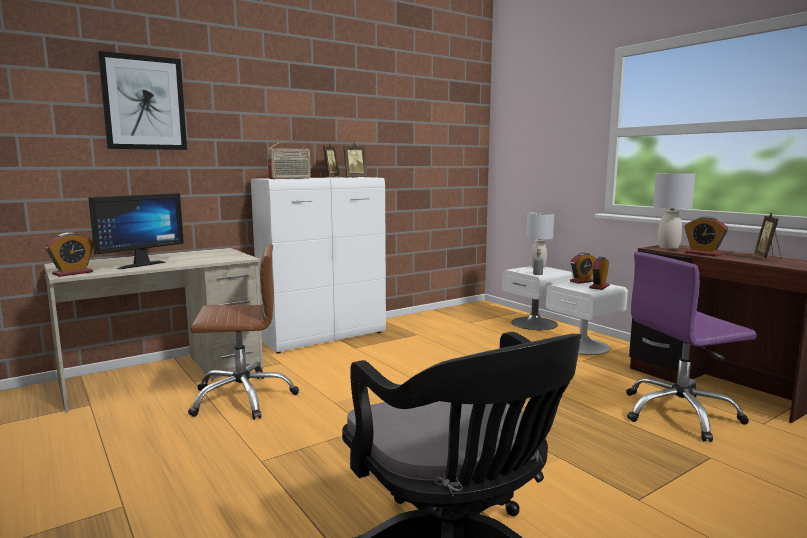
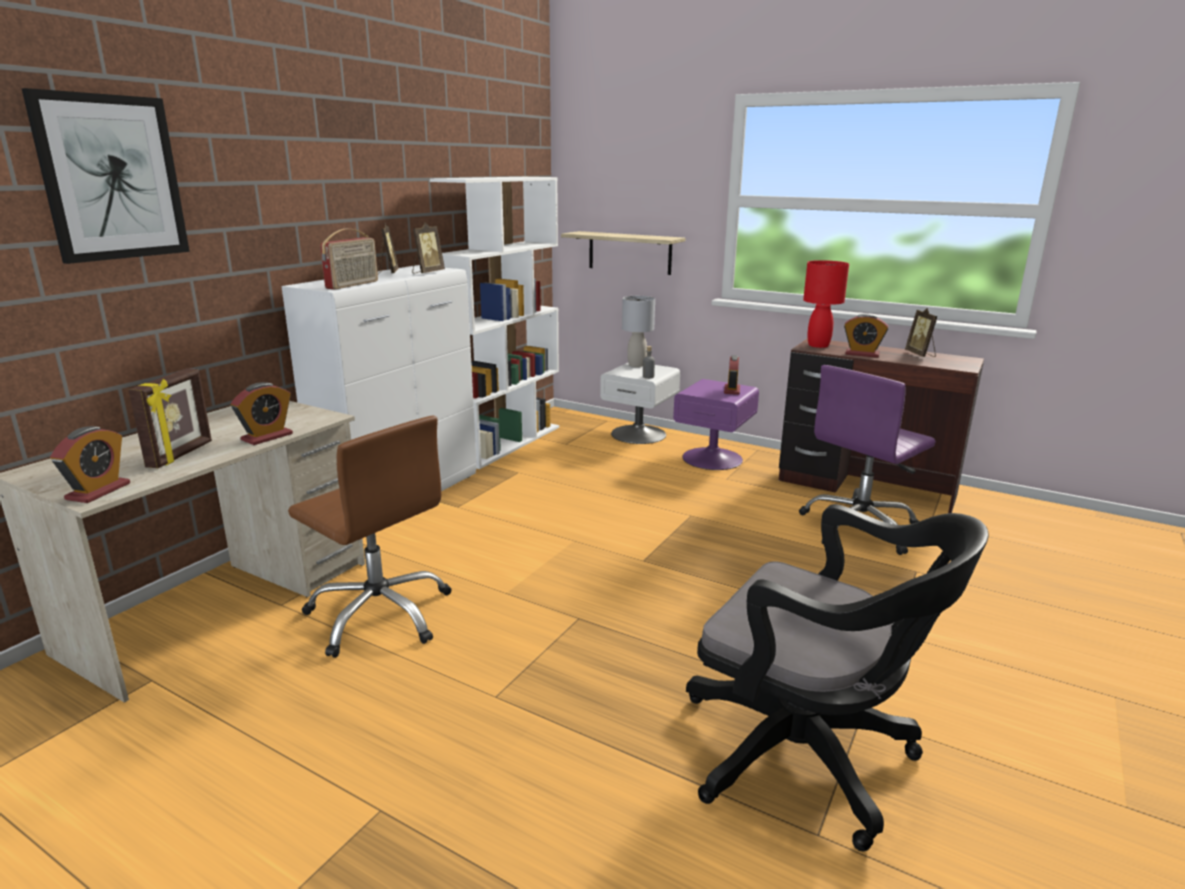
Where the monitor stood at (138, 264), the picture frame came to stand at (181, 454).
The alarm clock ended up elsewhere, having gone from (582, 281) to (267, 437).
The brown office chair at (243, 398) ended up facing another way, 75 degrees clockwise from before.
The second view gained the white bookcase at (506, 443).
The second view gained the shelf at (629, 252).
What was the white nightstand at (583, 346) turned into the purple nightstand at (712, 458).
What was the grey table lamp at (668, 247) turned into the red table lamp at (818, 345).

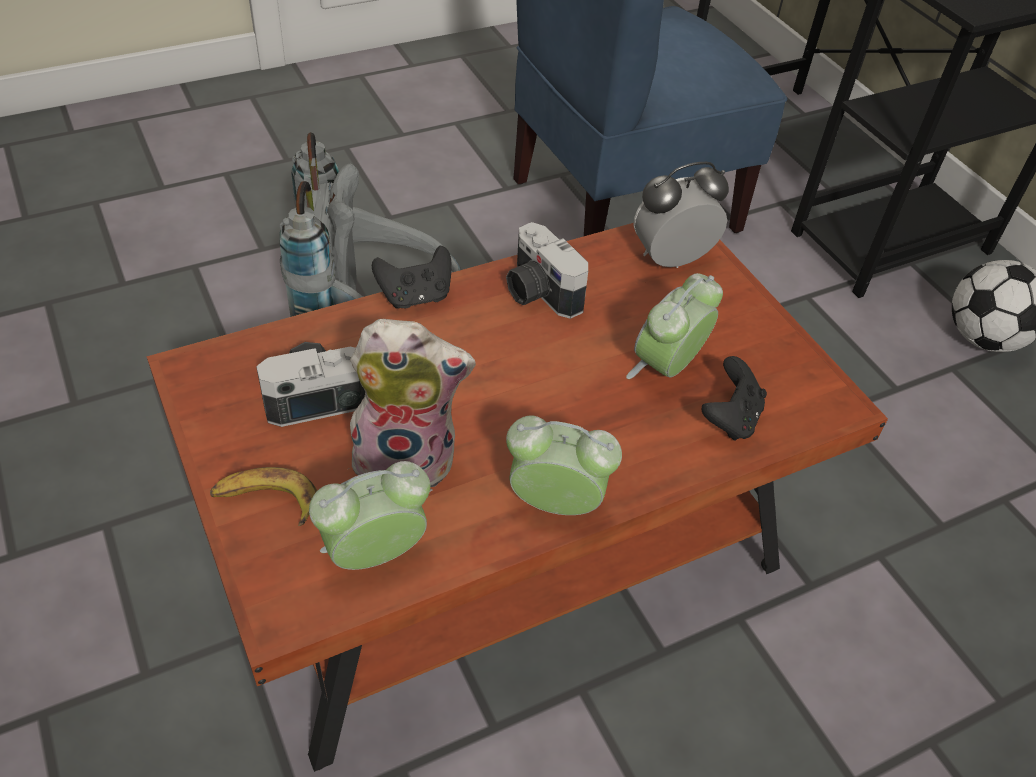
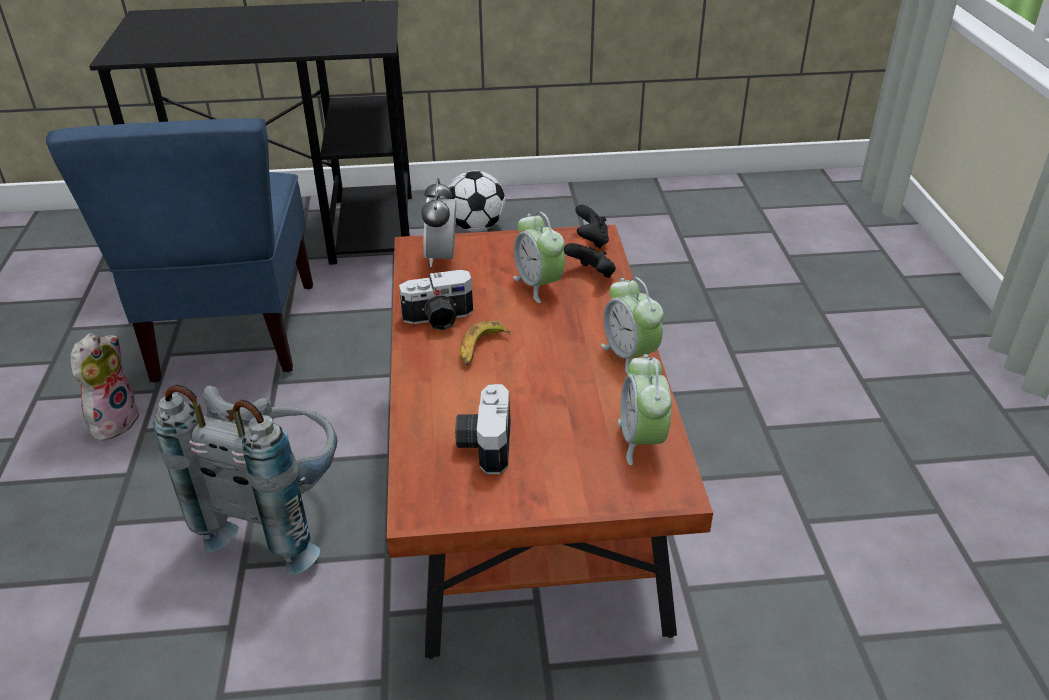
The plush toy ended up elsewhere, having gone from (407, 459) to (114, 421).
The banana ended up elsewhere, having gone from (266, 501) to (481, 348).
The black game controller ended up elsewhere, having gone from (415, 296) to (591, 240).
The alarm clock at (555, 504) ended up facing another way, 60 degrees counterclockwise from before.

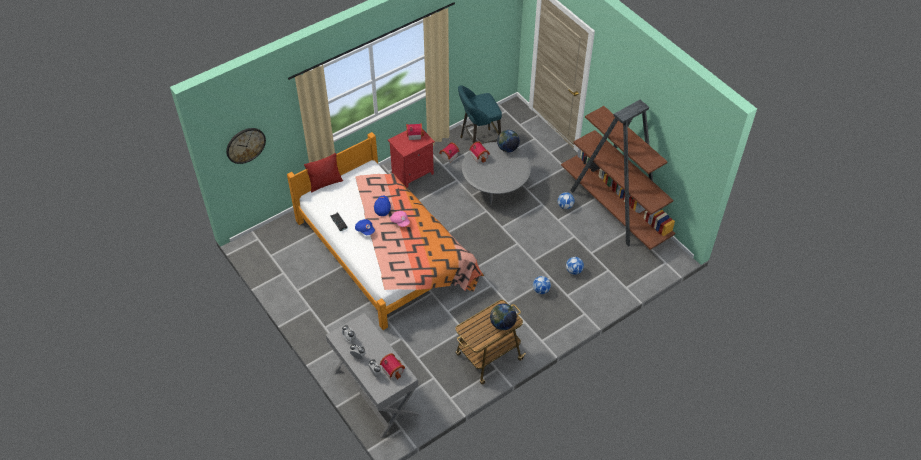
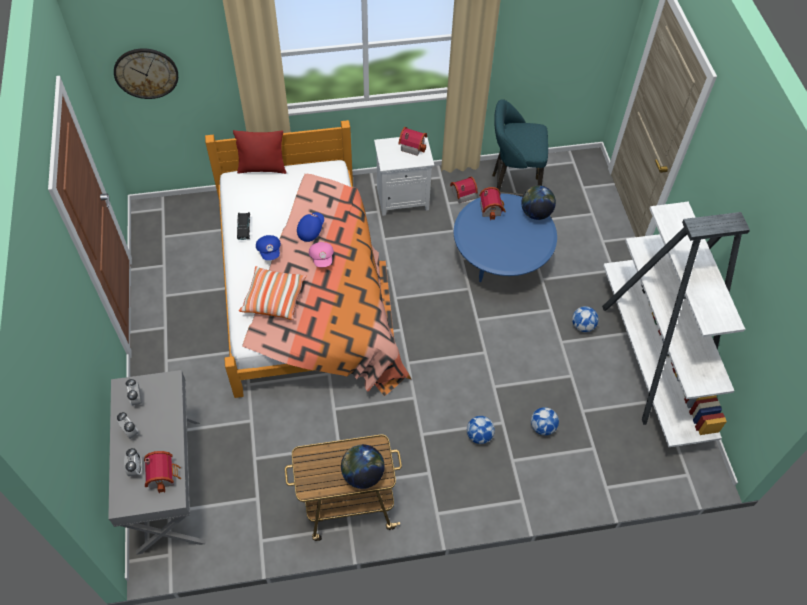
The second view gained the pillow at (274, 298).
What was the red nightstand at (412, 172) turned into the white nightstand at (403, 198).
What was the grey coffee table at (495, 186) turned into the blue coffee table at (500, 259).
What was the brown bookcase at (614, 210) turned into the white bookcase at (652, 361).

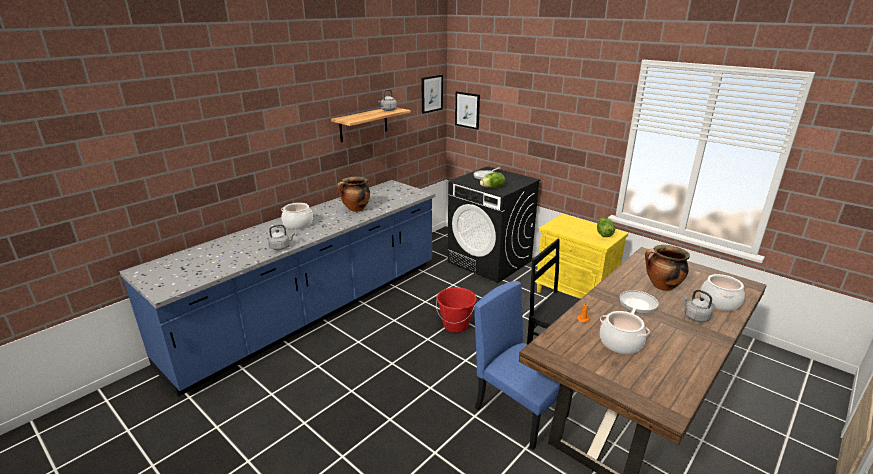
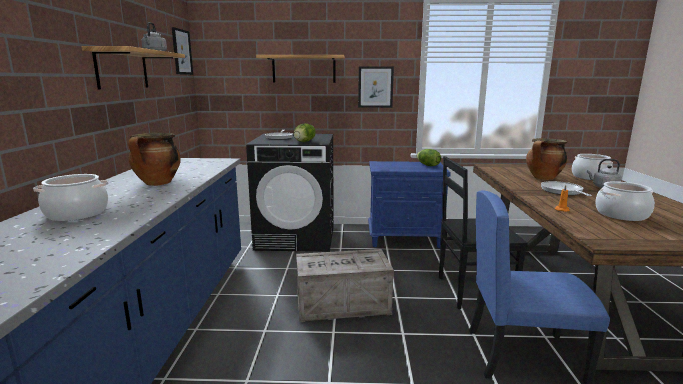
The second view gained the shelf at (304, 69).
Where the red bucket stood at (456, 325), the crate came to stand at (344, 304).
The picture ended up elsewhere, having gone from (467, 110) to (375, 87).
What was the yellow nightstand at (575, 295) turned into the blue nightstand at (405, 239).
The second view lost the grey kettle at (281, 247).

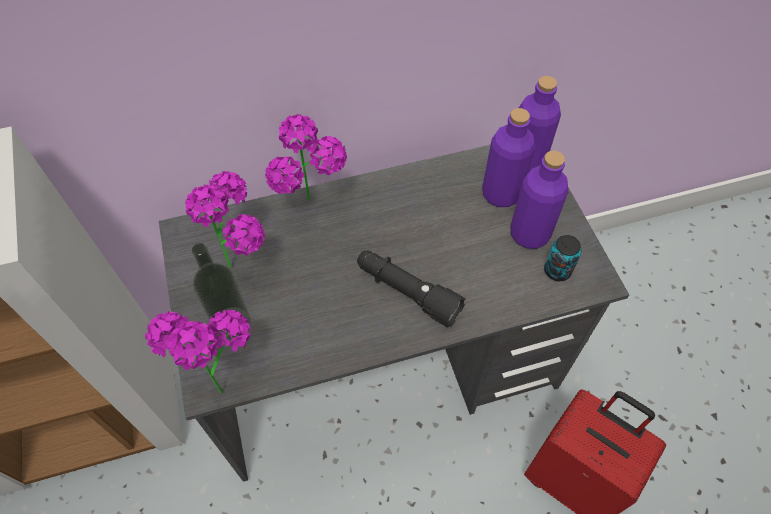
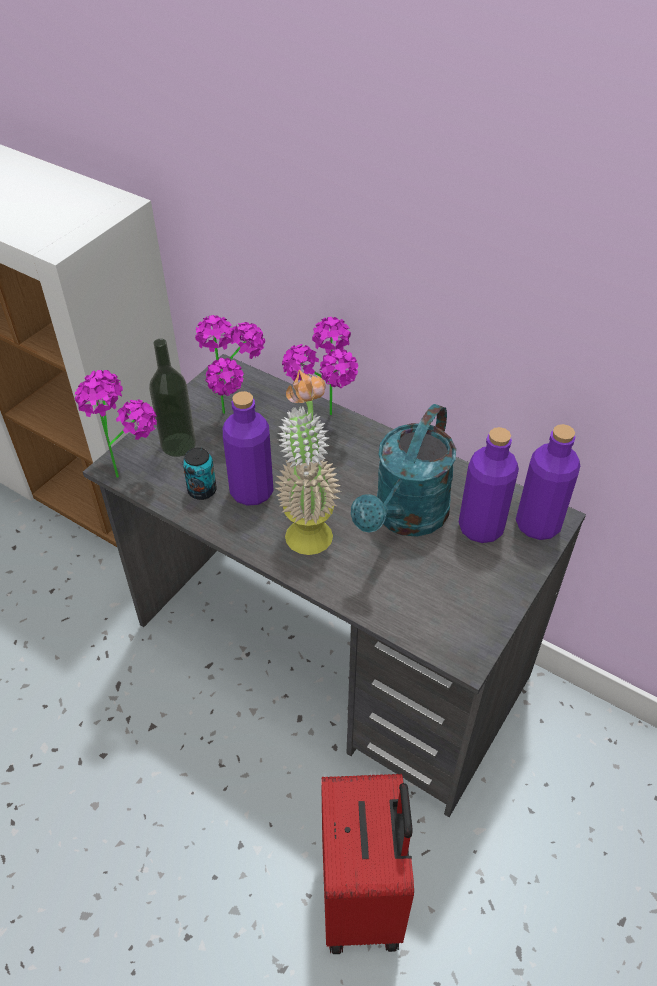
The can ended up elsewhere, having gone from (557, 270) to (202, 490).
The purple bottle ended up elsewhere, having gone from (529, 234) to (251, 491).
Where the black flashlight stood at (407, 292), the potted plant came to stand at (308, 526).
The second view gained the turquoise watering can at (405, 518).

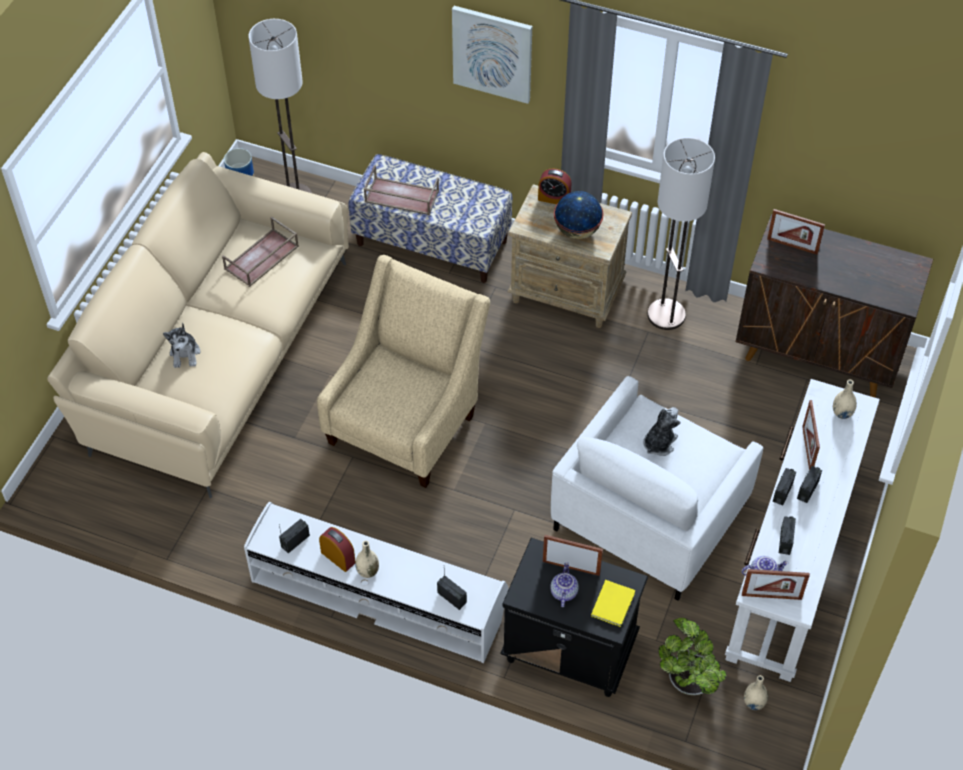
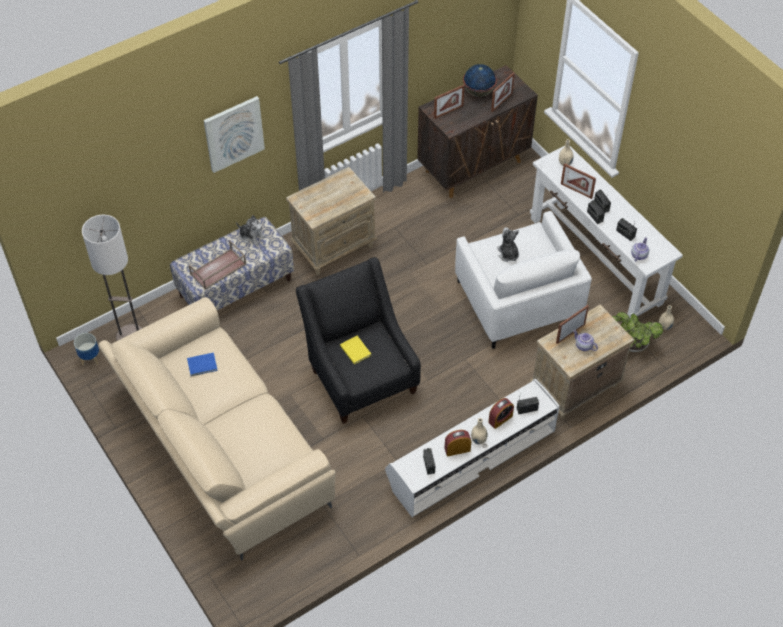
Where the brown tray stood at (261, 258), the blue book came to stand at (203, 365).
The plush toy ended up elsewhere, having gone from (185, 354) to (251, 236).
What was the beige armchair at (407, 421) turned into the black armchair at (360, 375).
The yellow book ended up elsewhere, having gone from (614, 603) to (355, 350).
The globe ended up elsewhere, having gone from (577, 231) to (479, 92).
The alarm clock ended up elsewhere, having gone from (554, 198) to (500, 419).
The picture frame ended up elsewhere, having gone from (771, 596) to (501, 102).
What was the black nightstand at (568, 650) turned into the beige nightstand at (575, 387).
The second view lost the floor lamp at (666, 315).

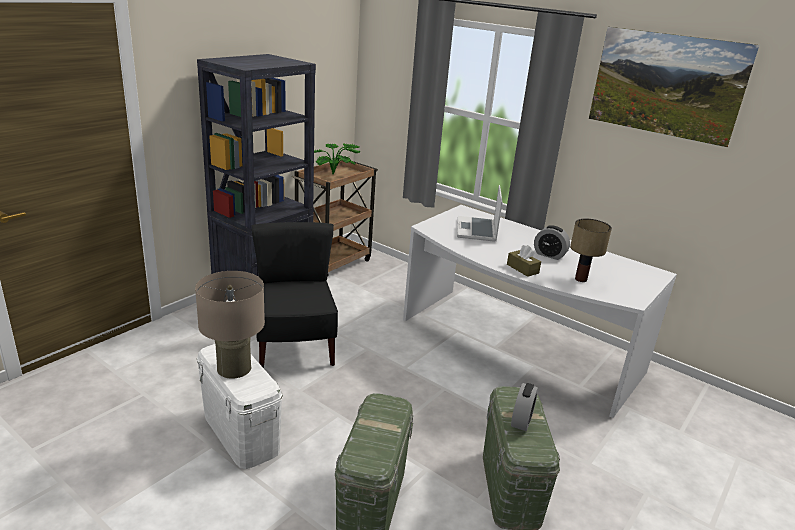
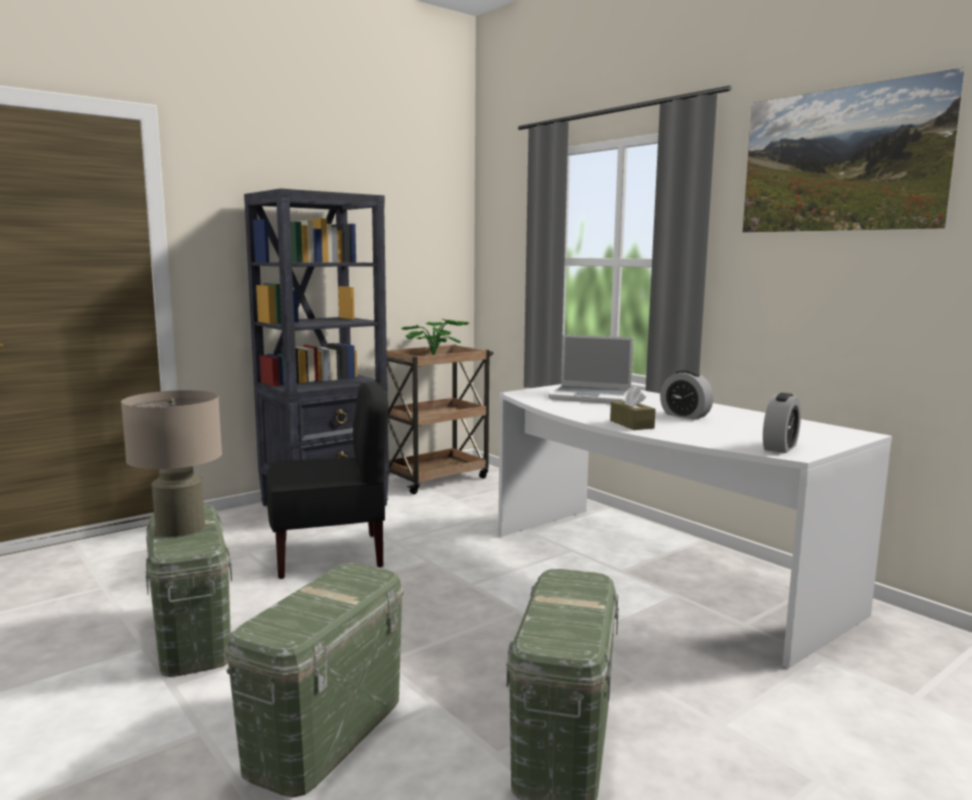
What was the white storage box at (240, 433) turned into the green storage box at (192, 636).
The black chair at (295, 347) ended up facing another way, 75 degrees clockwise from before.
The laptop at (477, 230) ended up facing another way, 90 degrees counterclockwise from before.
The alarm clock ended up elsewhere, having gone from (521, 420) to (780, 447).
The second view lost the table lamp at (581, 279).

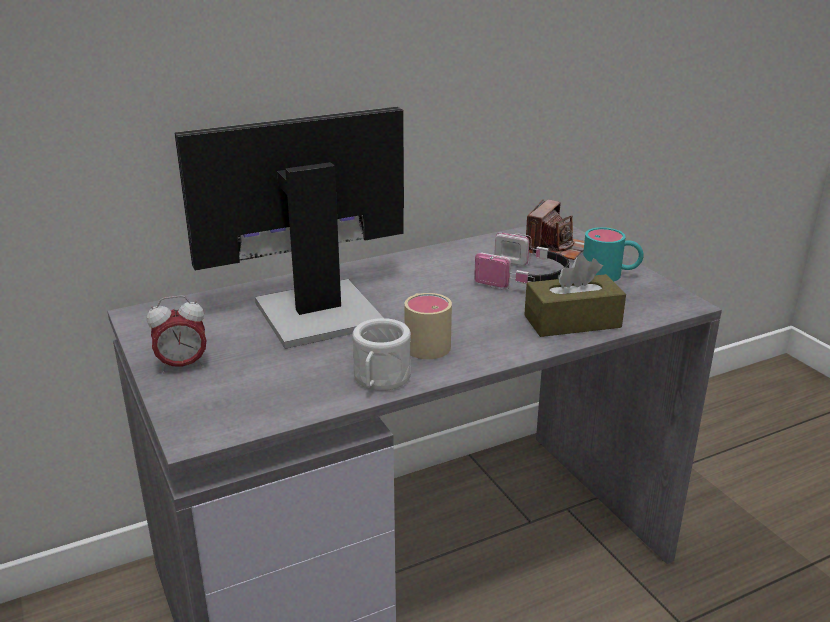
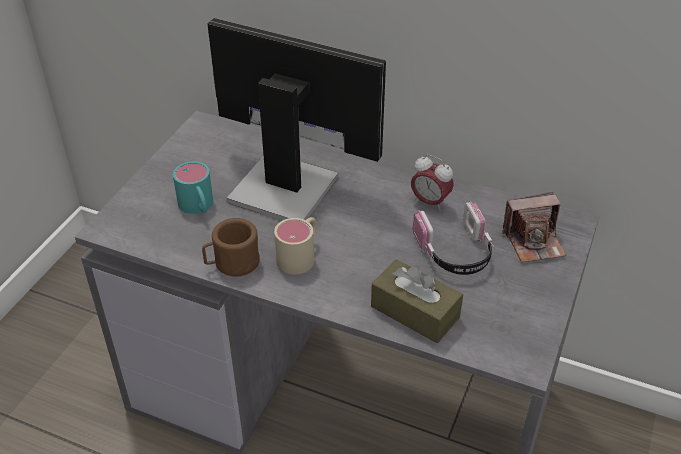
The turquoise mug ended up elsewhere, having gone from (610, 275) to (198, 207).
What was the white mug at (380, 380) turned into the brown mug at (232, 263).
The alarm clock ended up elsewhere, having gone from (182, 366) to (430, 202).

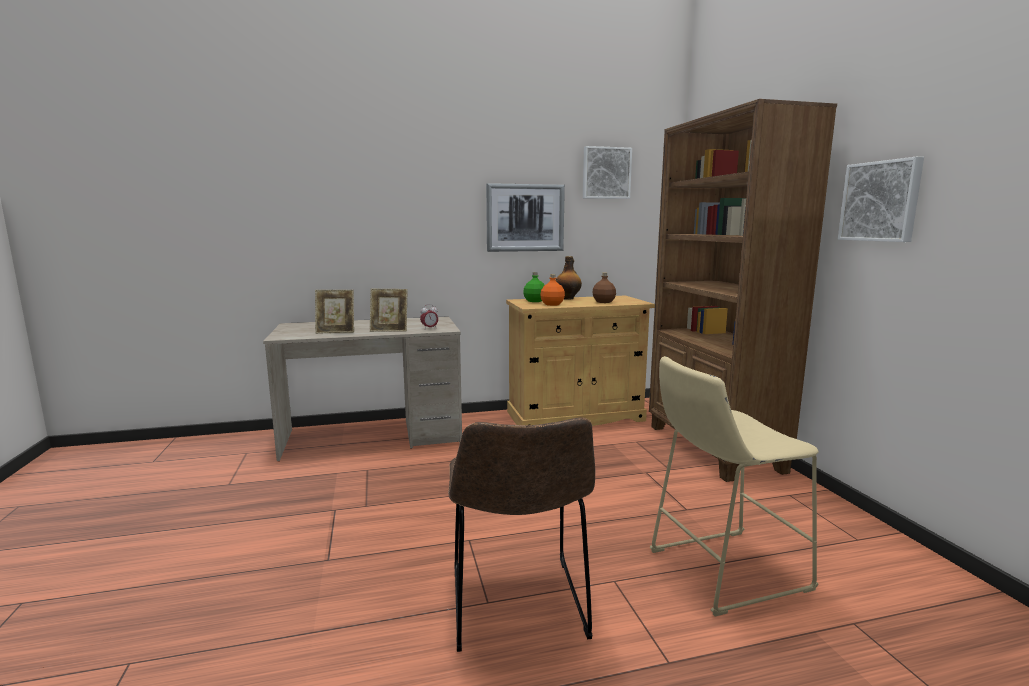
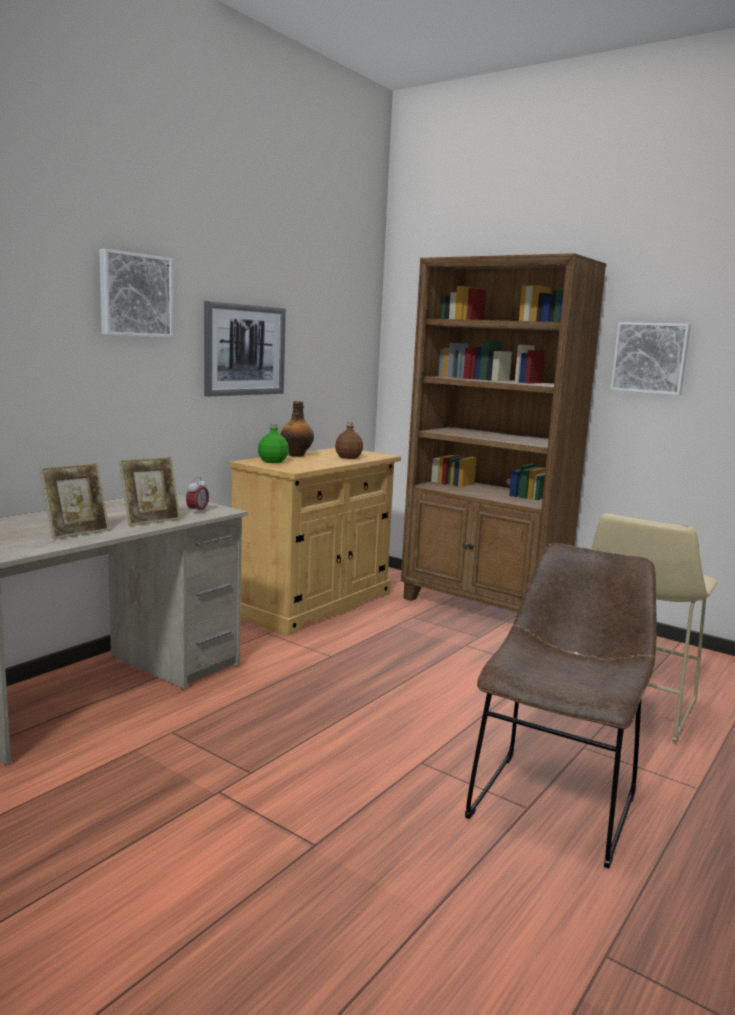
The picture ended up elsewhere, having gone from (606, 173) to (134, 295).
The brown chair at (518, 607) ended up facing another way, 105 degrees counterclockwise from before.
The second view lost the orange bottle at (552, 304).

